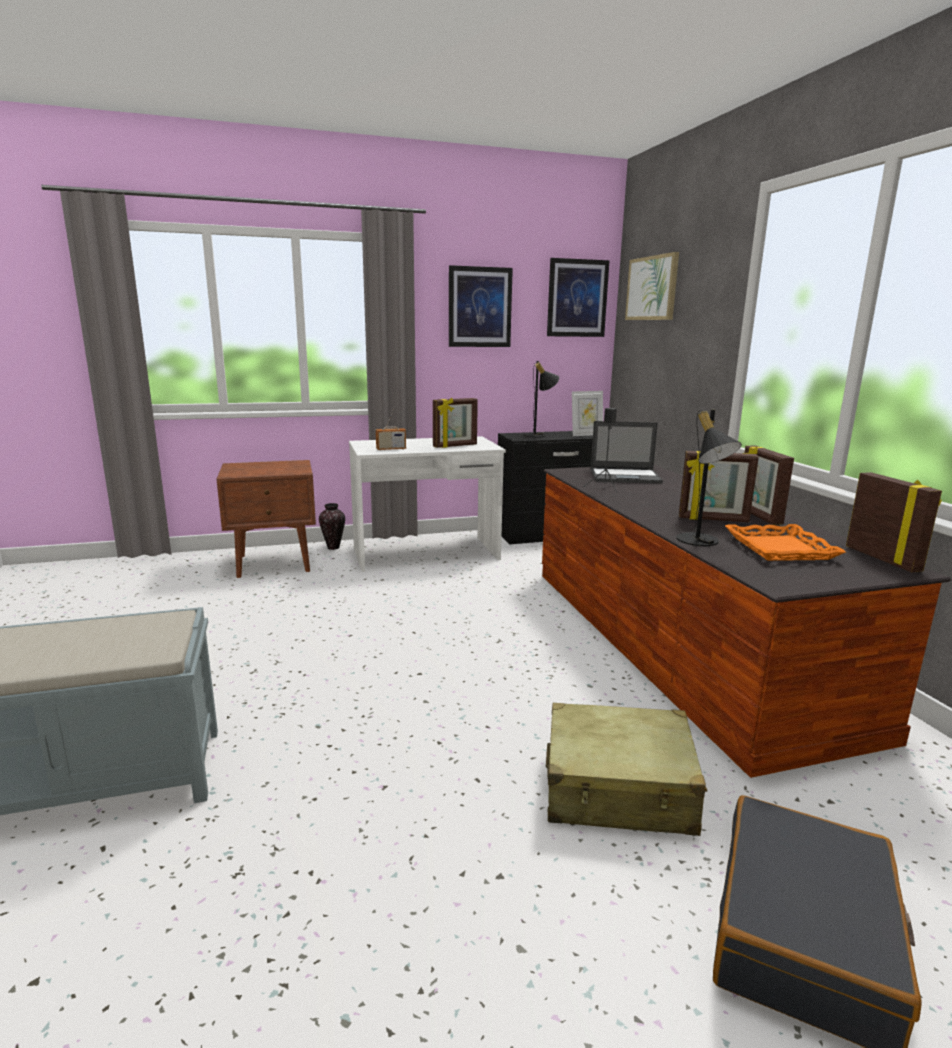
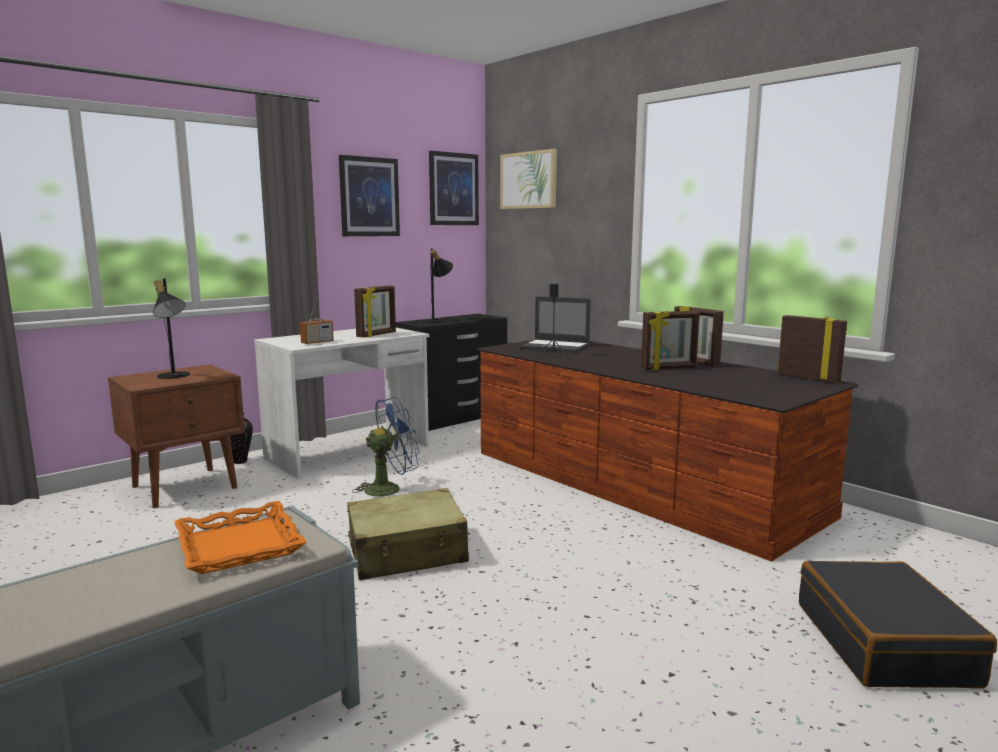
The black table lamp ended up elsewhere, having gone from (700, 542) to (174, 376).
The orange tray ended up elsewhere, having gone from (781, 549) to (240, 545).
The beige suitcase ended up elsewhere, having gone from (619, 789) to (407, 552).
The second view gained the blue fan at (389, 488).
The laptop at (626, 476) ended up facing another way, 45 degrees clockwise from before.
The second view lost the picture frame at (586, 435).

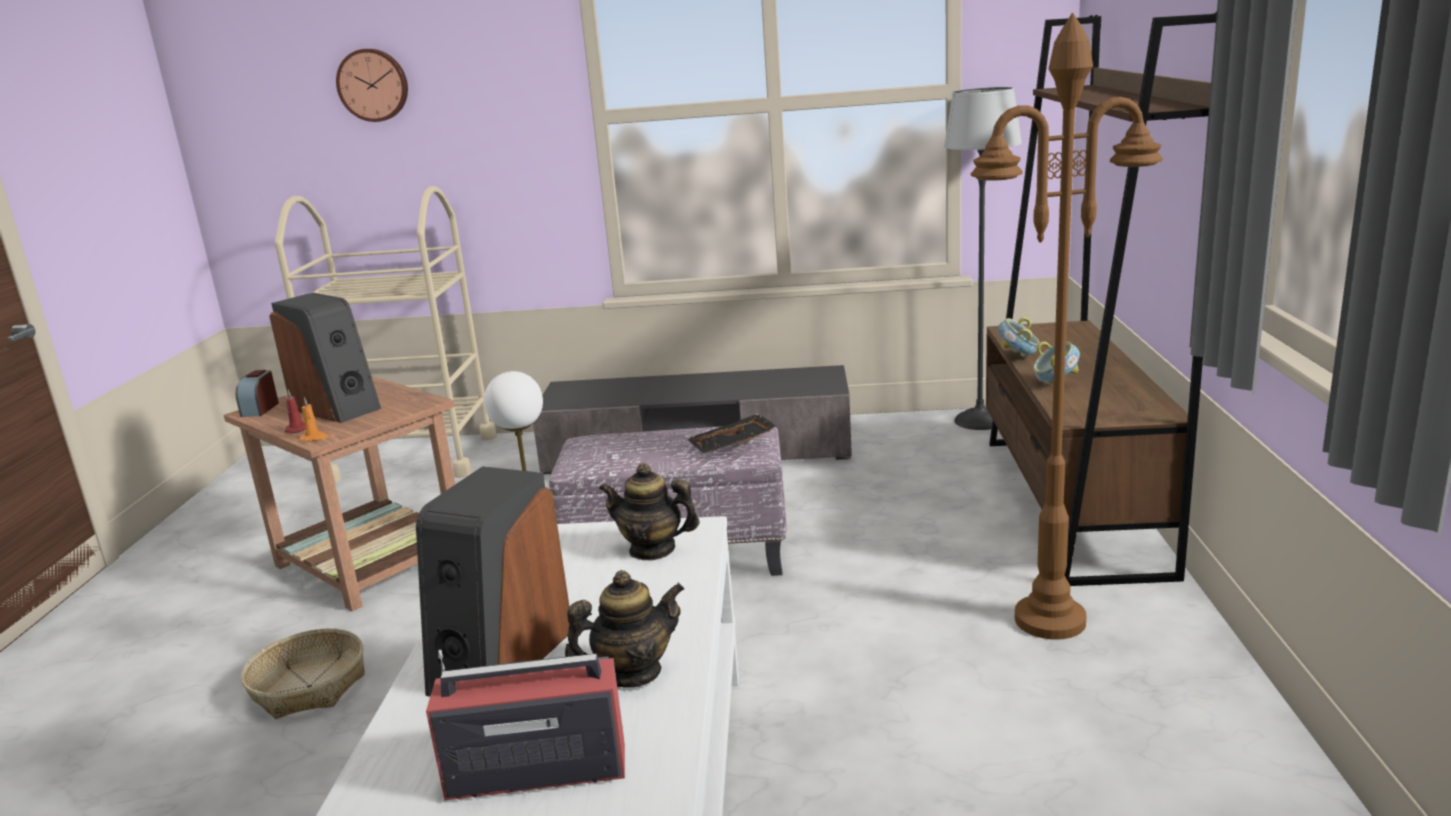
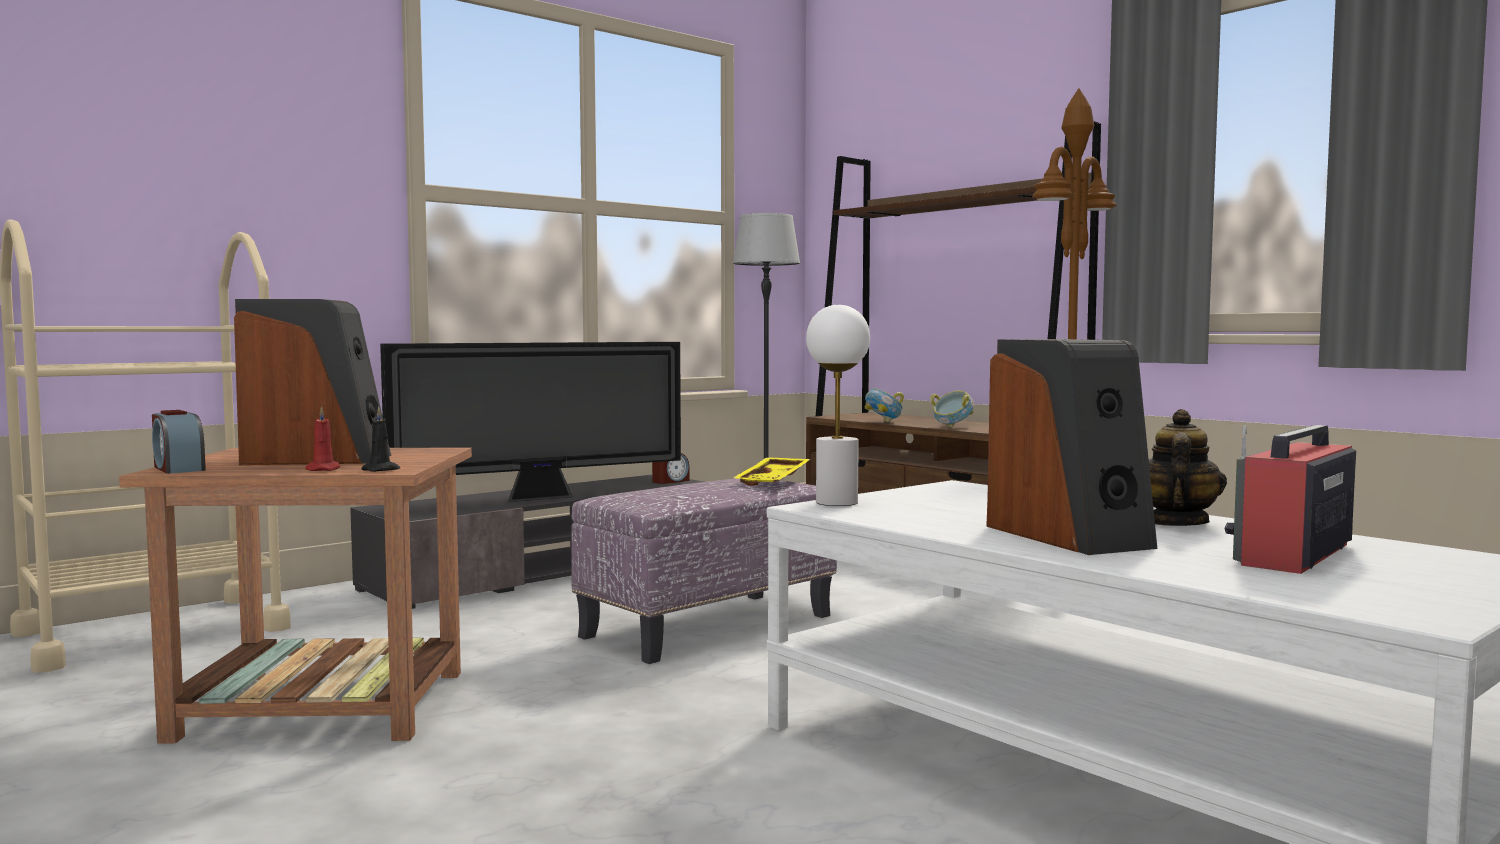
What was the orange candle at (315, 438) turned into the black candle at (382, 470).
The second view gained the television at (542, 497).
The second view gained the alarm clock at (670, 481).
What was the black tray at (733, 445) turned into the yellow tray at (774, 481).
The second view lost the basket at (309, 686).
The second view lost the wall clock at (373, 85).
The second view lost the teapot at (652, 549).

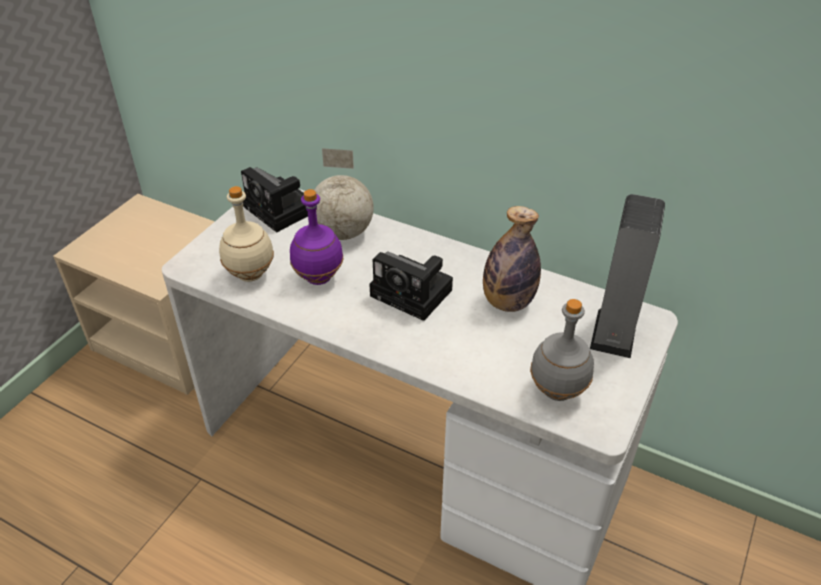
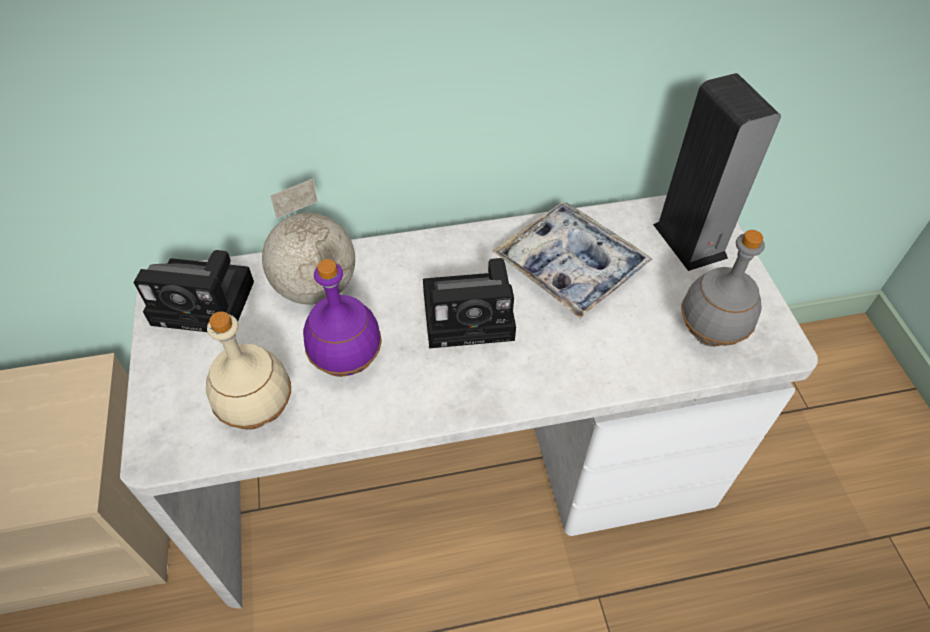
Where the bottle stood at (508, 302), the tray came to stand at (570, 267).

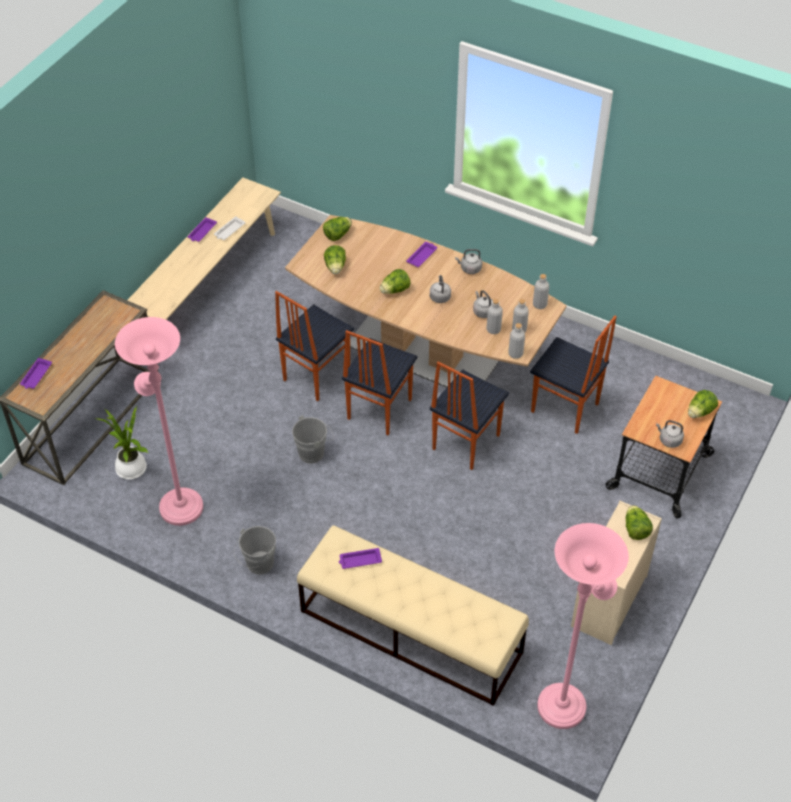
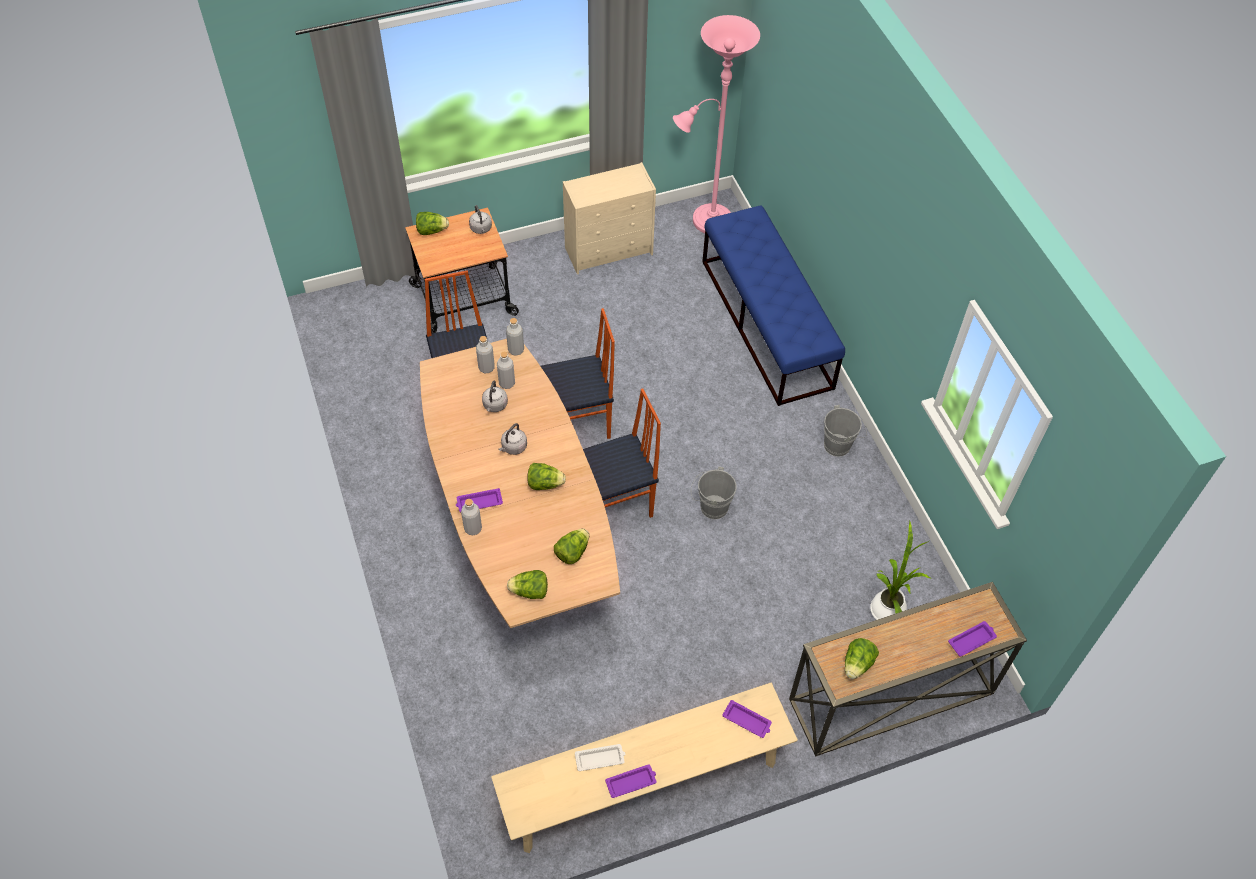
The grey bottle ended up elsewhere, having gone from (539, 304) to (473, 528).
What was the beige bench at (410, 631) turned into the blue bench at (766, 324).
The purple tray ended up elsewhere, having gone from (359, 560) to (747, 721).
The lettuce ended up elsewhere, having gone from (635, 529) to (857, 664).
The second view lost the pink floor lamp at (179, 503).
The second view lost the chair at (315, 375).
The second view lost the grey kettle at (469, 269).

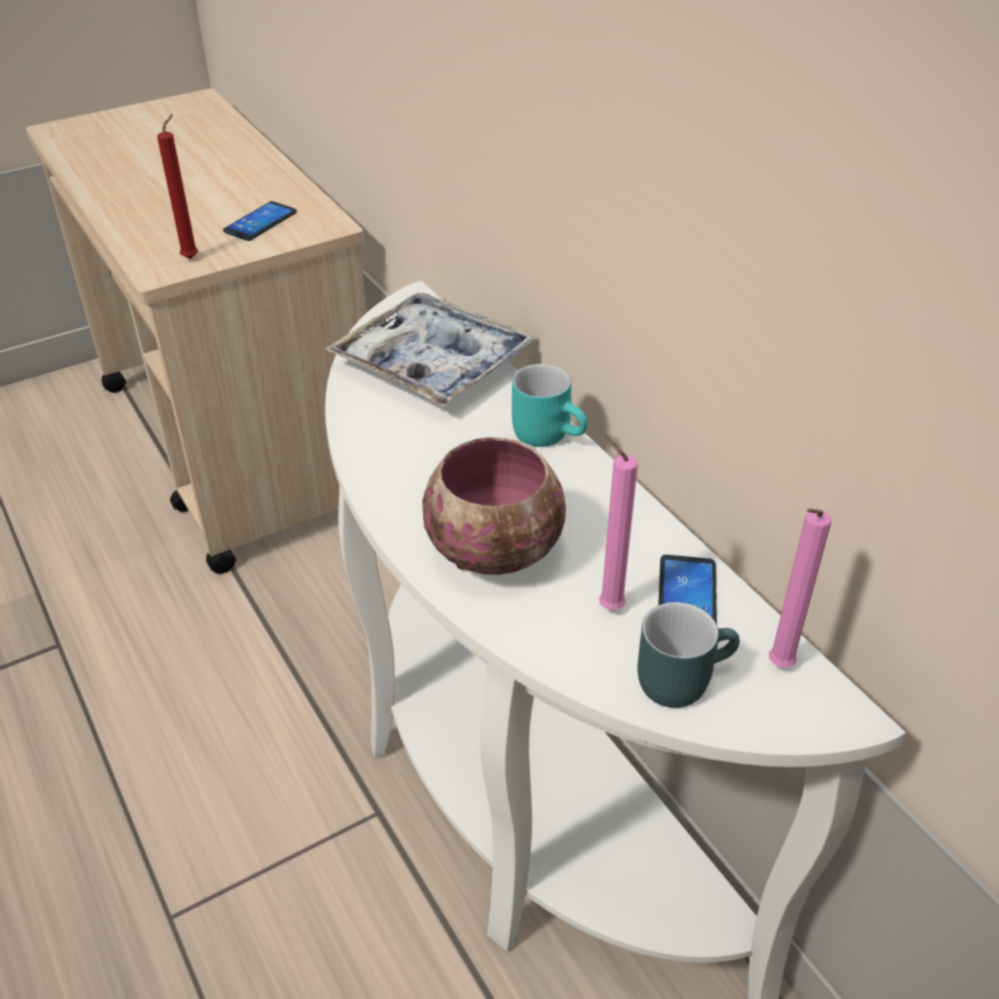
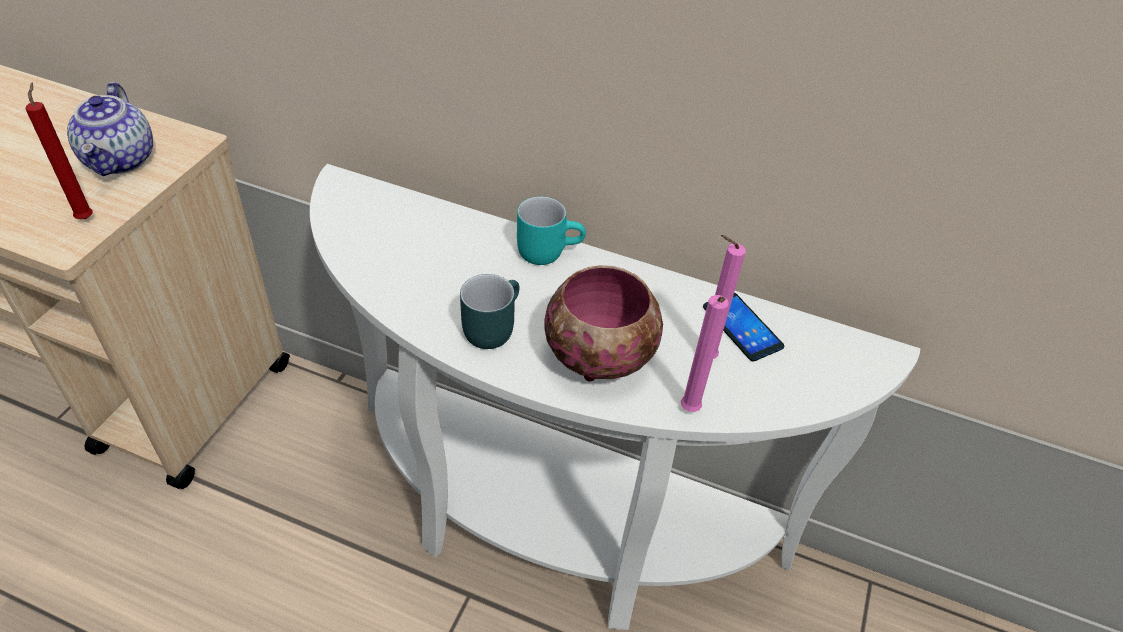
Where the phone stood at (260, 222), the teapot came to stand at (121, 160).
The turquoise mug ended up elsewhere, having gone from (680, 676) to (490, 326).
The pink candle ended up elsewhere, having gone from (777, 667) to (689, 412).
The second view lost the tray at (432, 363).

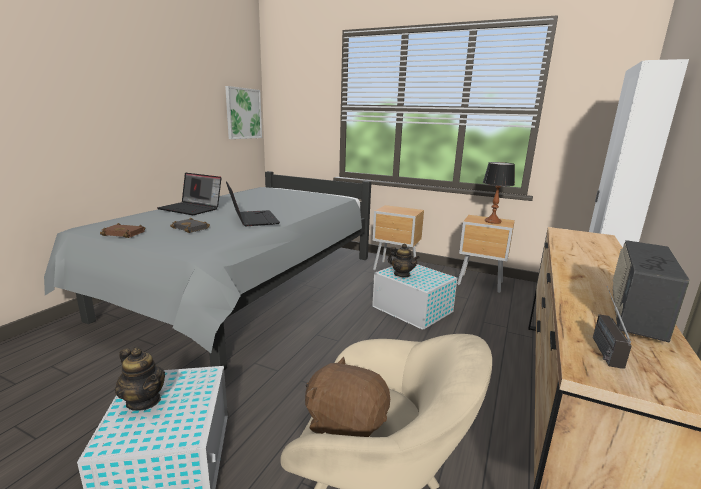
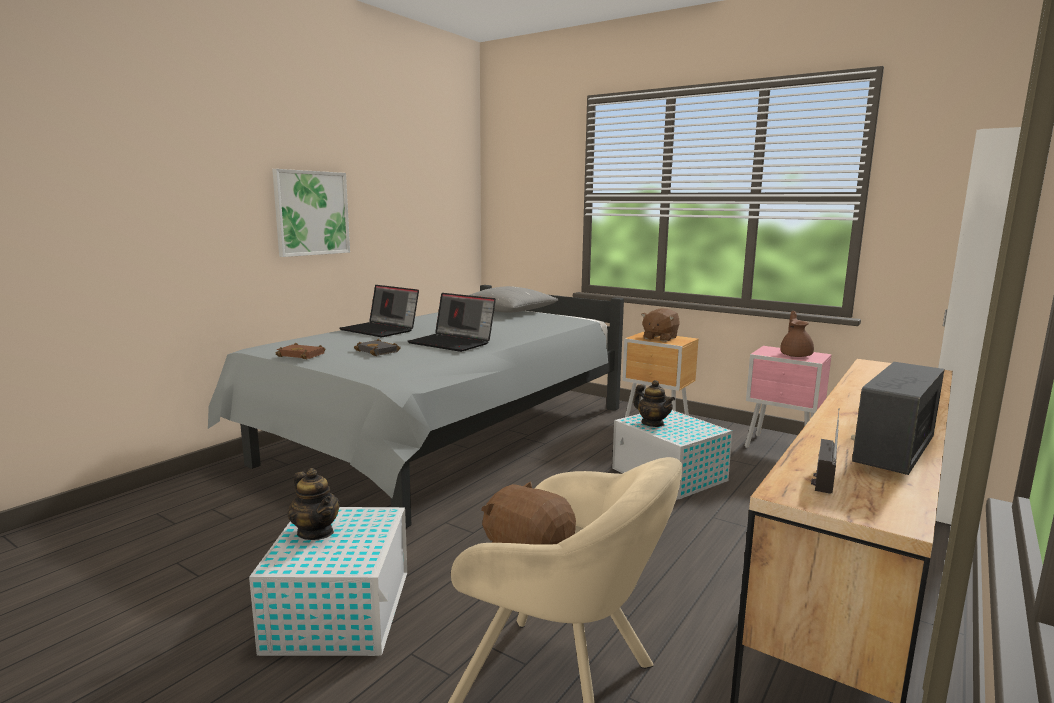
The picture ended up elsewhere, having gone from (243, 113) to (311, 213).
The laptop at (252, 219) ended up facing another way, 135 degrees clockwise from before.
The second view gained the grey pillow at (509, 311).
The second view gained the brown plush toy at (659, 338).
What was the brown nightstand at (481, 284) turned into the pink nightstand at (782, 448).
Where the table lamp stood at (493, 221), the brown teapot came to stand at (796, 355).

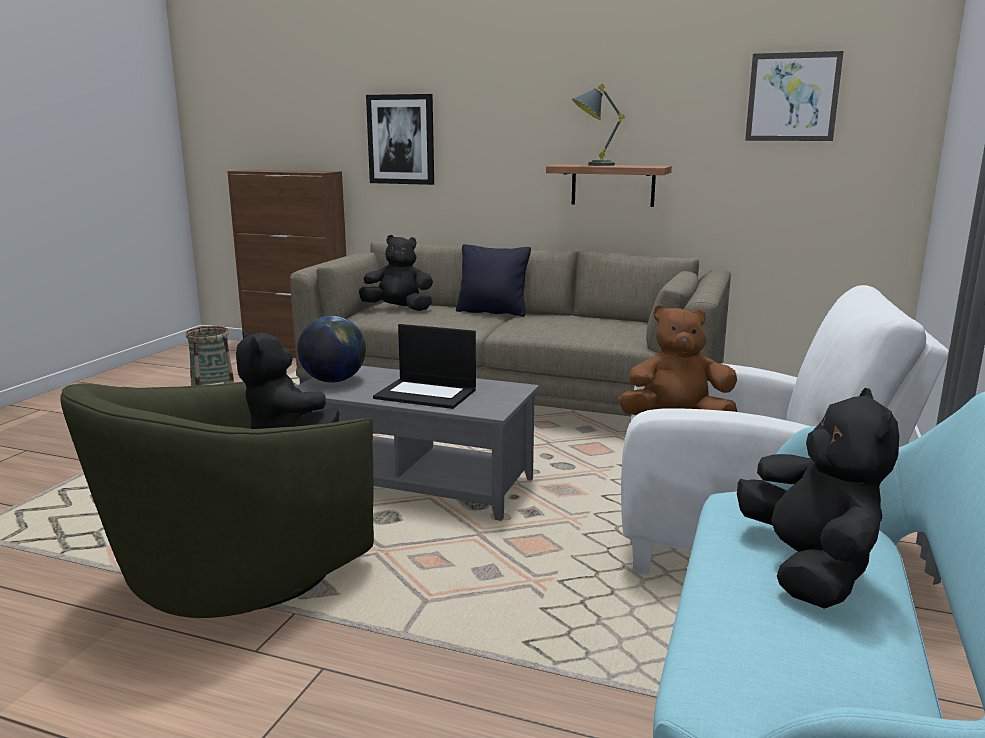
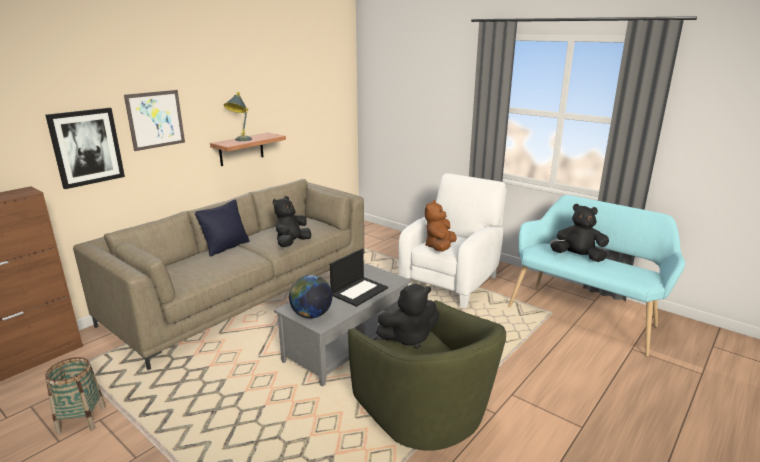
The picture ended up elsewhere, having gone from (792, 97) to (155, 119).
The black plush toy ended up elsewhere, having gone from (398, 309) to (292, 243).

